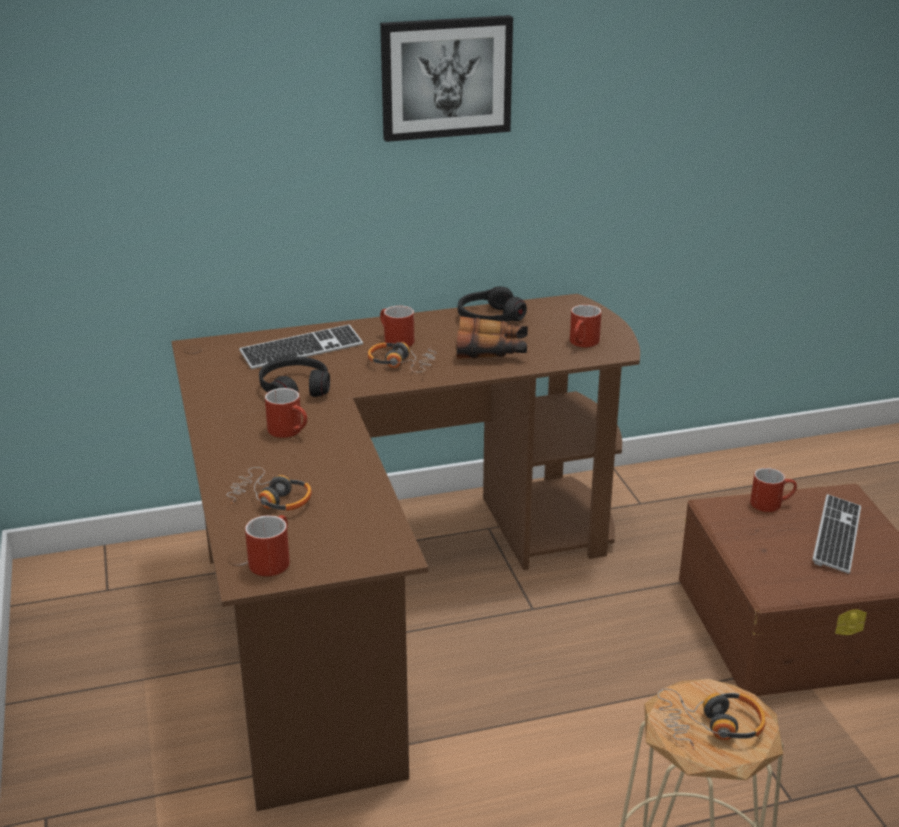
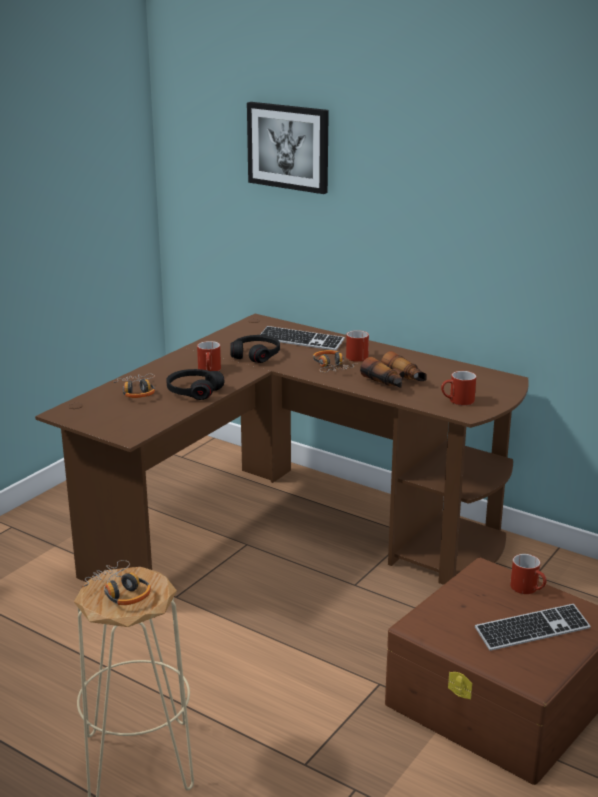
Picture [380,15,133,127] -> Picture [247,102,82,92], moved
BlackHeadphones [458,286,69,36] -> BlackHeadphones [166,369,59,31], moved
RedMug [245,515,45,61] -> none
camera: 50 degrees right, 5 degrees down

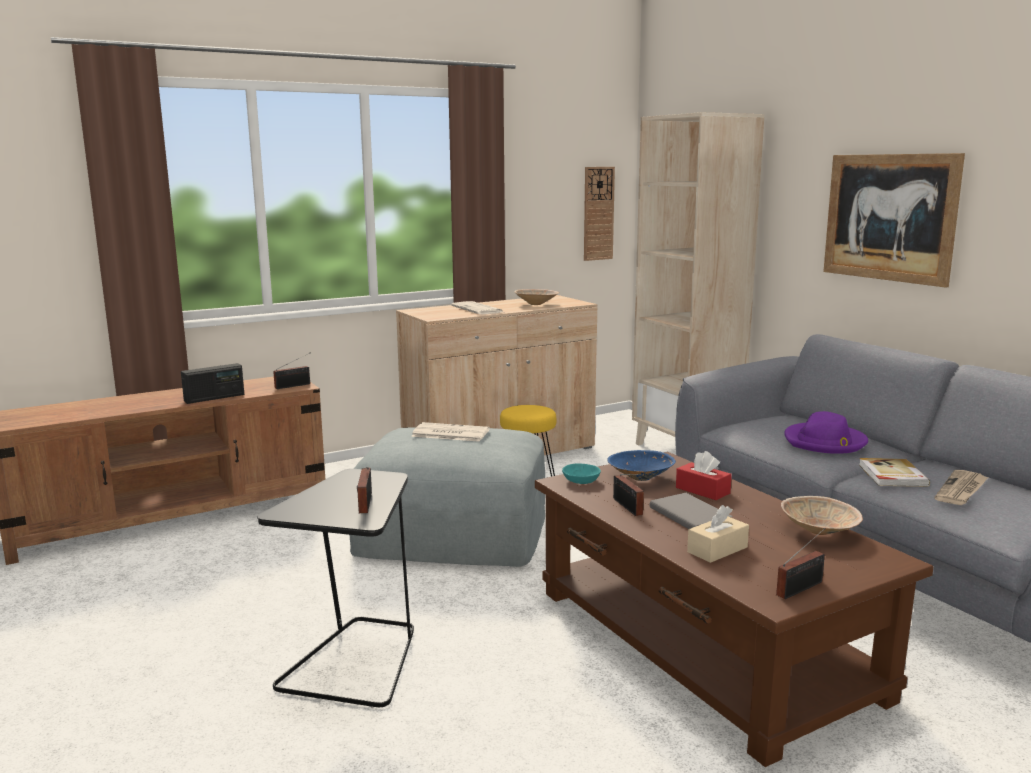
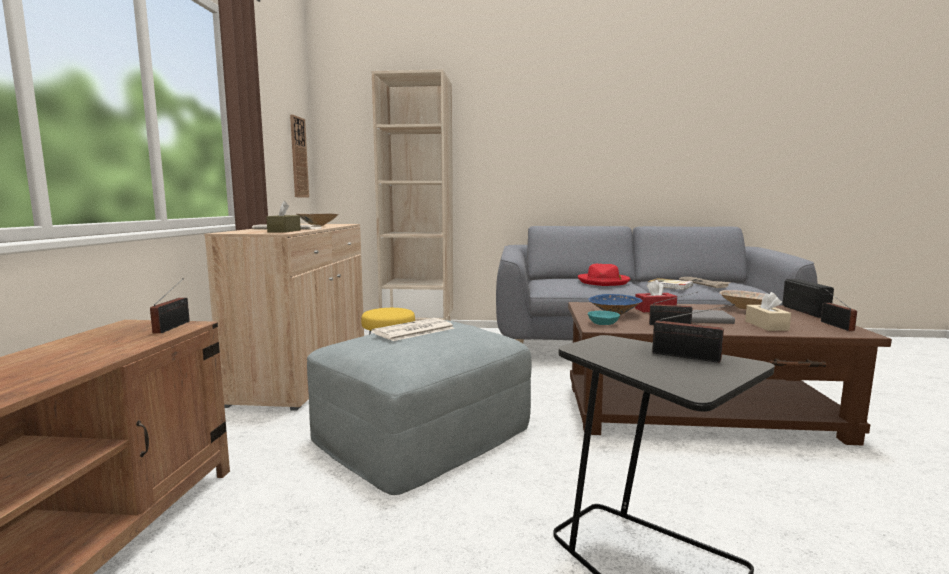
Picture [823,153,142,135] -> none
Radio [181,363,63,41] -> Radio [782,279,52,39], moved
PurpleHat [784,411,84,43] -> RedHat [578,264,52,22]
none -> BrownTissueBox [266,201,35,32]
camera: 55 degrees left, 5 degrees down

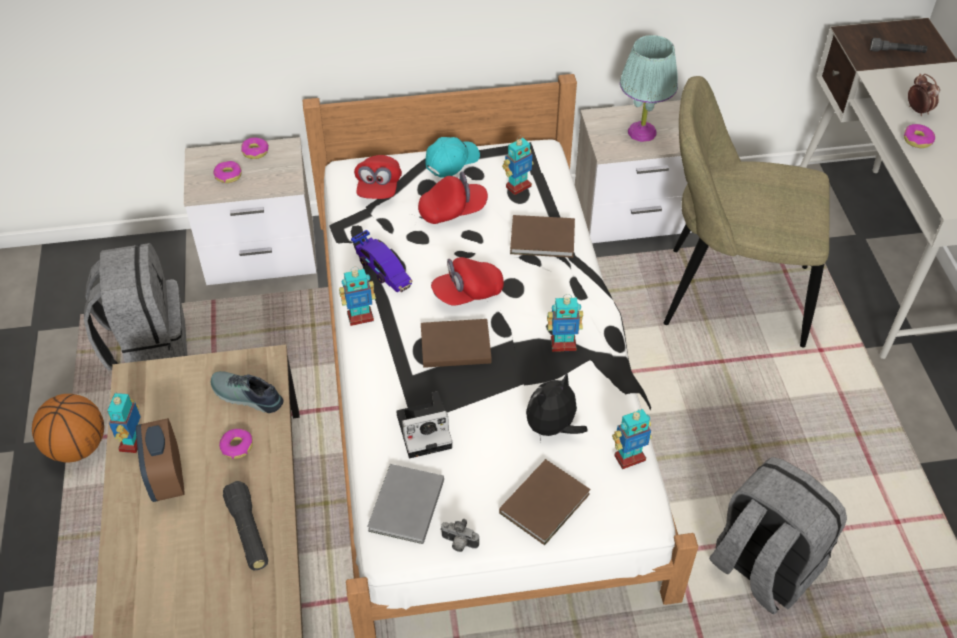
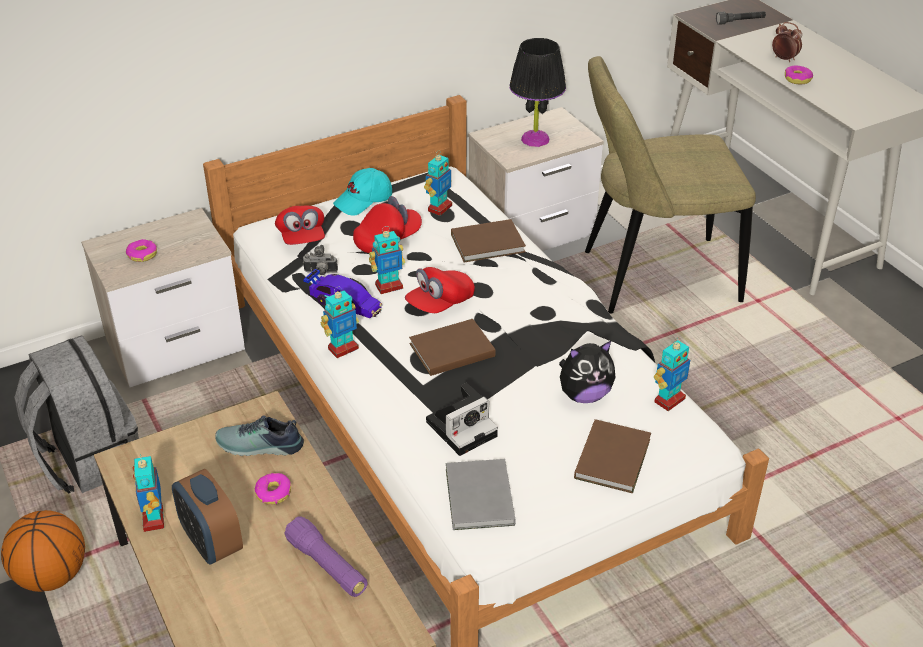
TurquoiseTableLamp [620,35,58,107] -> BlackTableLamp [509,38,57,109]
Donut [241,137,28,22] -> none
TurquoiseCap [425,137,55,41] -> TurquoiseCap [333,168,59,47], 150 degrees counterclockwise
ToyRobot [547,294,36,58] -> ToyRobot [369,226,36,68], moved
PlushToy [526,373,62,68] -> PlushToy [559,341,57,62], 135 degrees counterclockwise
GreyBackpack [709,457,138,158] -> none
BlackFlashlight [223,481,45,89] -> PurpleFlashlight [284,516,84,81]
PhotoCamera [440,519,39,33] -> PhotoCamera [303,245,35,30], moved
camera: 20 degrees left, 10 degrees down

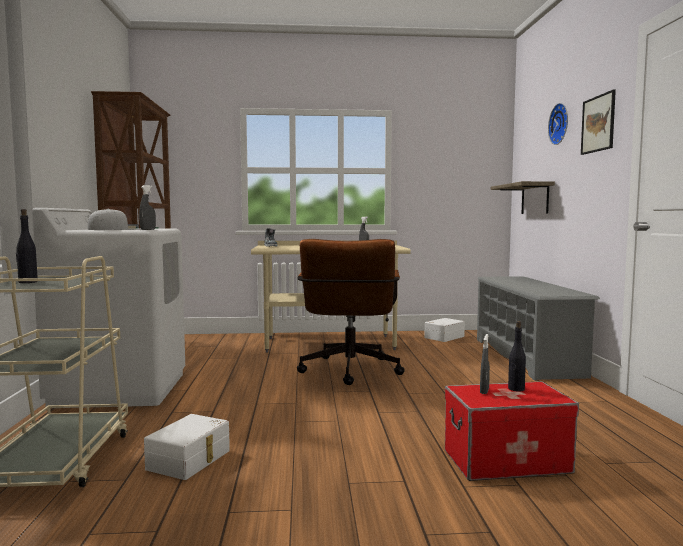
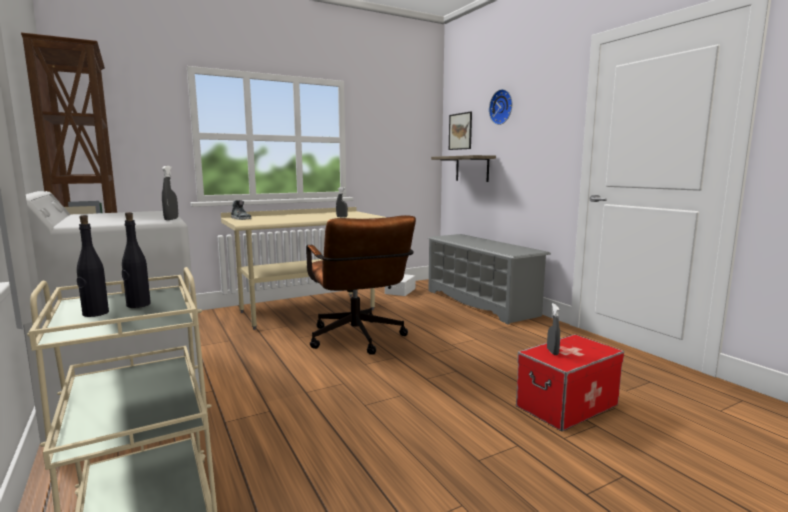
Picture [581,90,35,65] -> Picture [449,112,23,38], moved
WhiteCap [88,209,53,21] -> none
BlackBottle [508,321,18,70] -> BlackBottle [122,212,29,96], moved
WhiteStorageBox [144,414,86,66] -> none
camera: 25 degrees left, 5 degrees up

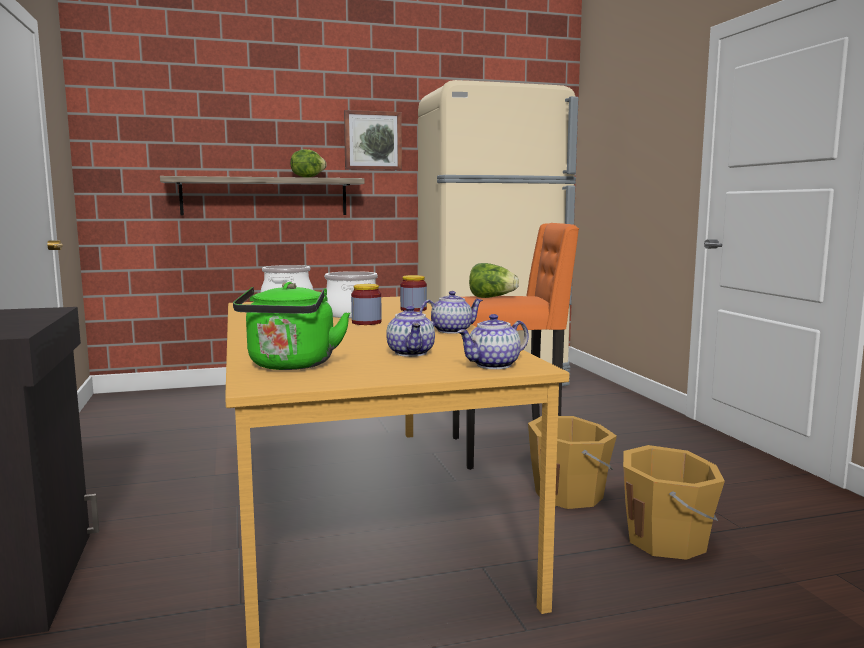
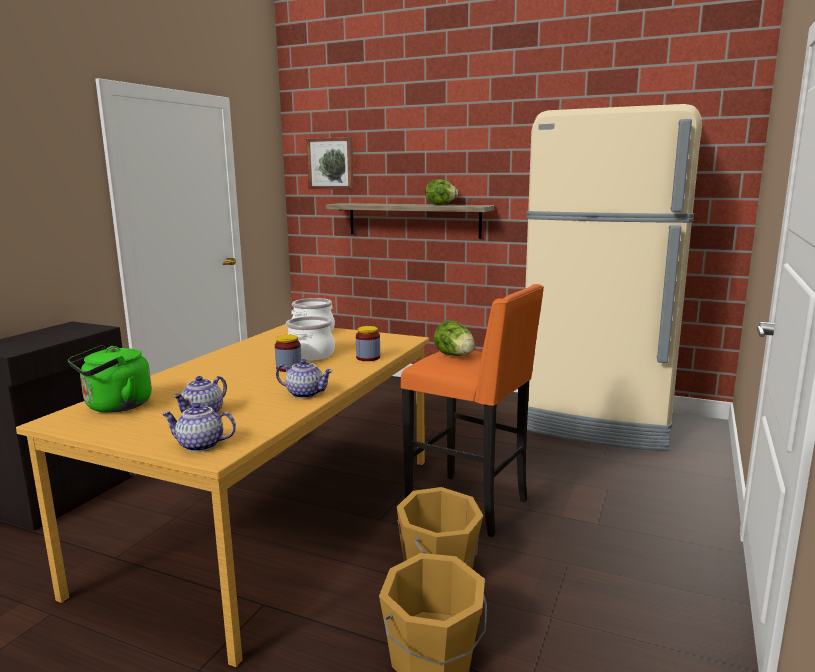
Picture [344,110,58,60] -> Picture [306,137,48,52], moved
camera: 40 degrees right, 5 degrees up

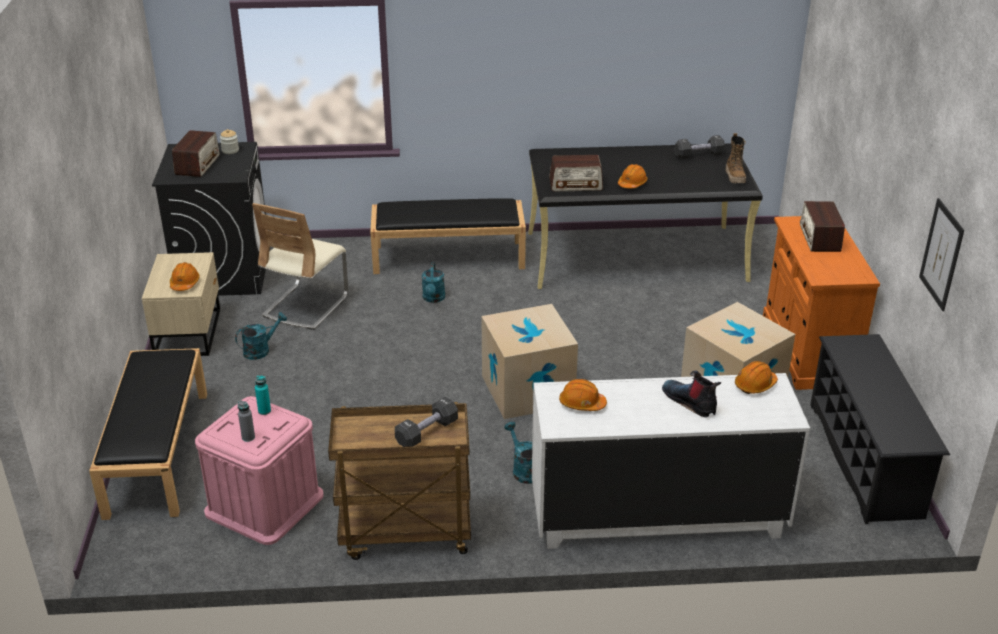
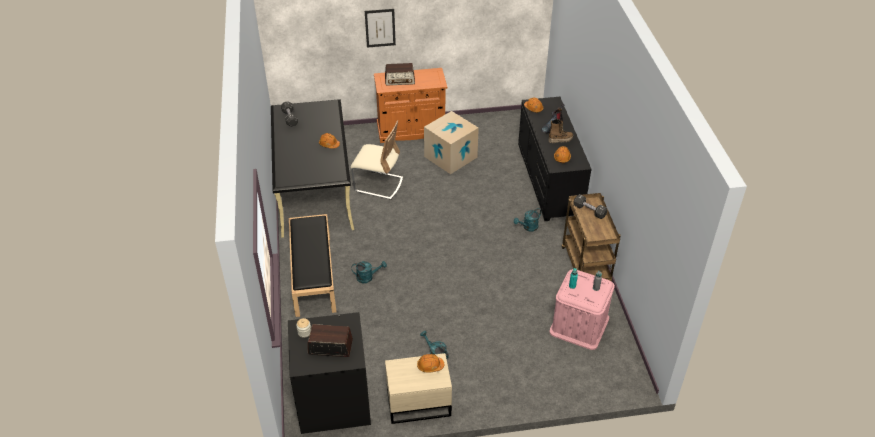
Boot [725,133,21,50] -> Boot [548,119,25,24], moved
Radio [549,155,54,36] -> none
Picture [919,198,45,113] -> Picture [365,9,31,39], moved
BeigeChair [252,203,96,127] -> BeigeChair [350,120,53,80], moved
CardboardBox [481,304,97,115] -> none
BlackShoeRack [810,334,140,190] -> none
BlackBench [89,348,118,172] -> none
WhiteDresser [532,373,278,176] -> BlackDresser [518,97,73,124]
camera: 95 degrees left, 10 degrees up

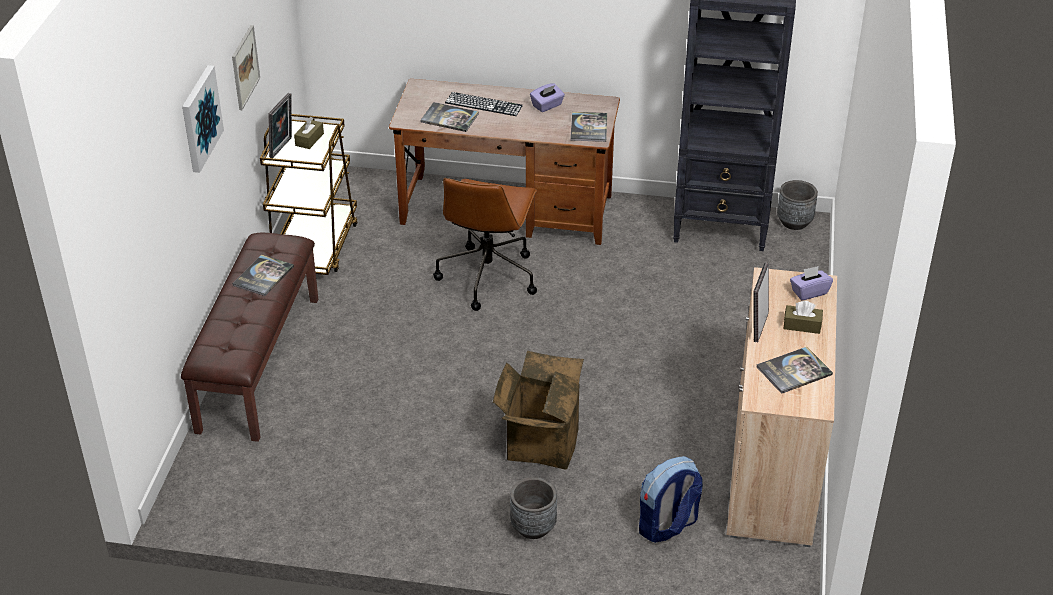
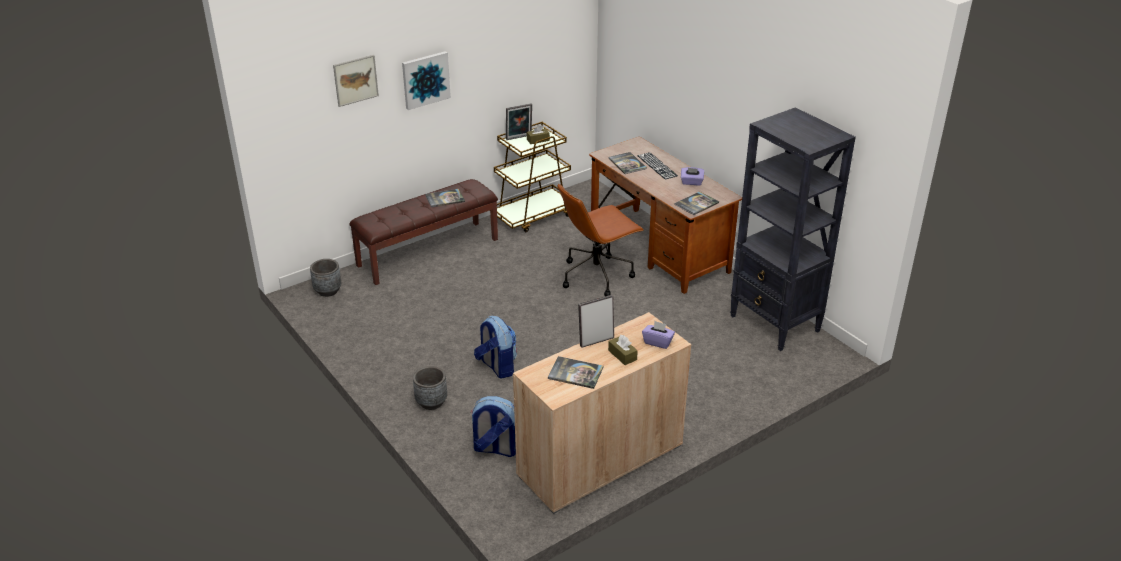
Picture [232,25,28,85] -> Picture [333,55,46,52], moved
GreyPlanter [777,180,41,50] -> GreyPlanter [310,259,31,38], moved
CardboardBox [493,351,91,119] -> Backpack [474,316,43,63]
camera: 45 degrees right, 5 degrees down

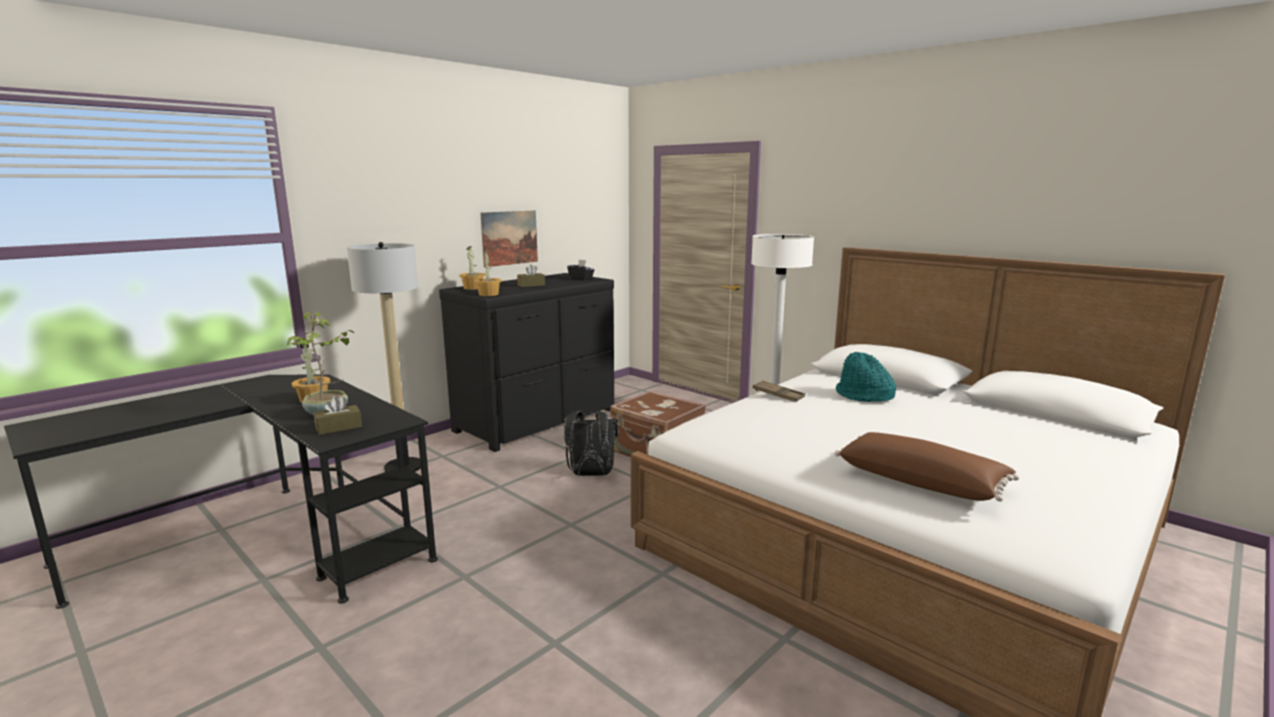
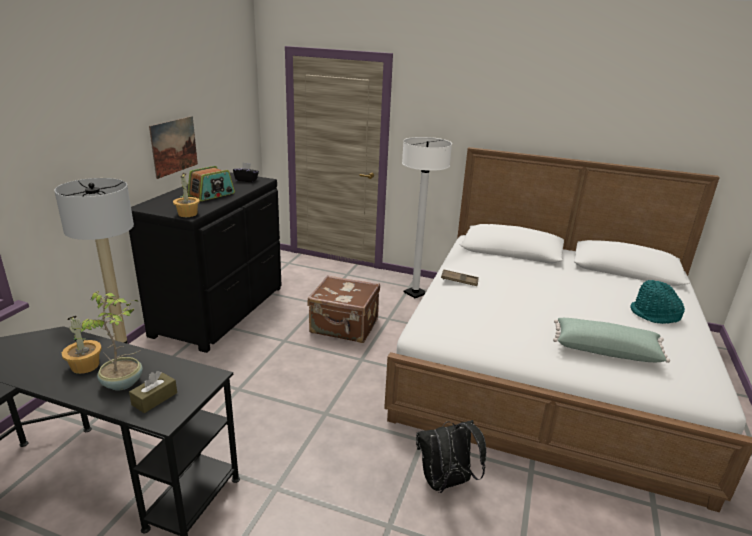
PottedPlant [459,246,26,44] -> none
BrownTissueBox [517,264,28,23] -> Radio [188,166,47,35]
TurquoiseHat [836,352,60,50] -> TurquoiseHat [630,280,55,44], moved
BlackBackpack [564,410,55,66] -> BlackBackpack [416,420,70,73], moved
BrownPillow [835,432,184,70] -> GreenPillow [553,318,117,45]
camera: 25 degrees left, 10 degrees up

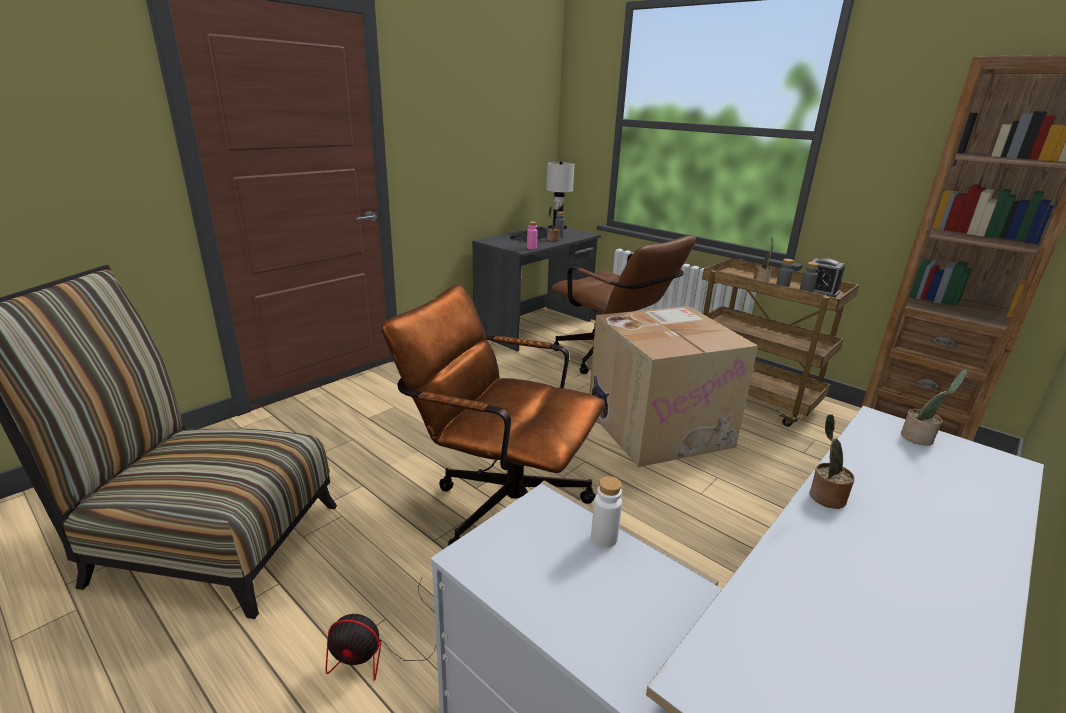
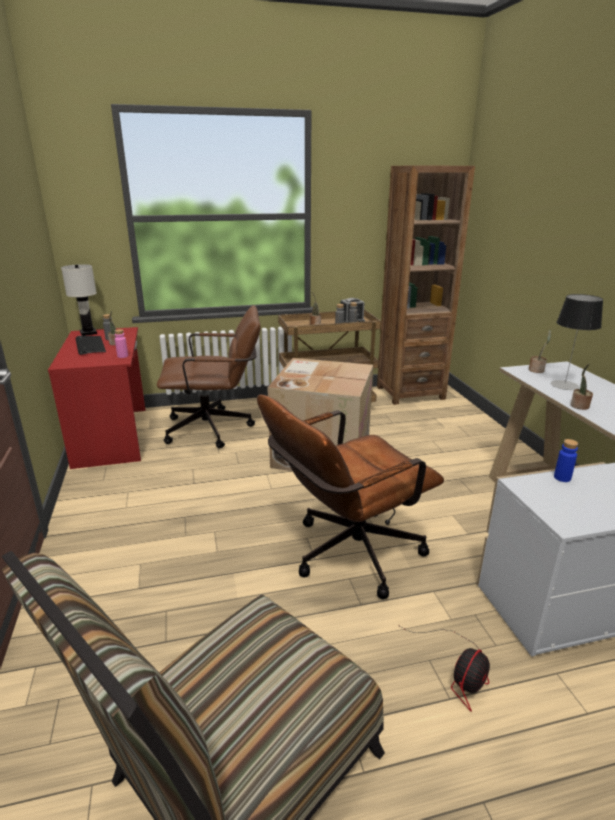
GreyDesk [472,225,129,126] -> RedDesk [48,327,97,142]
WhiteBottle [591,476,31,72] -> BlueBottle [554,439,24,43]
none -> TableLamp [551,294,52,96]
camera: 55 degrees left, 0 degrees up

